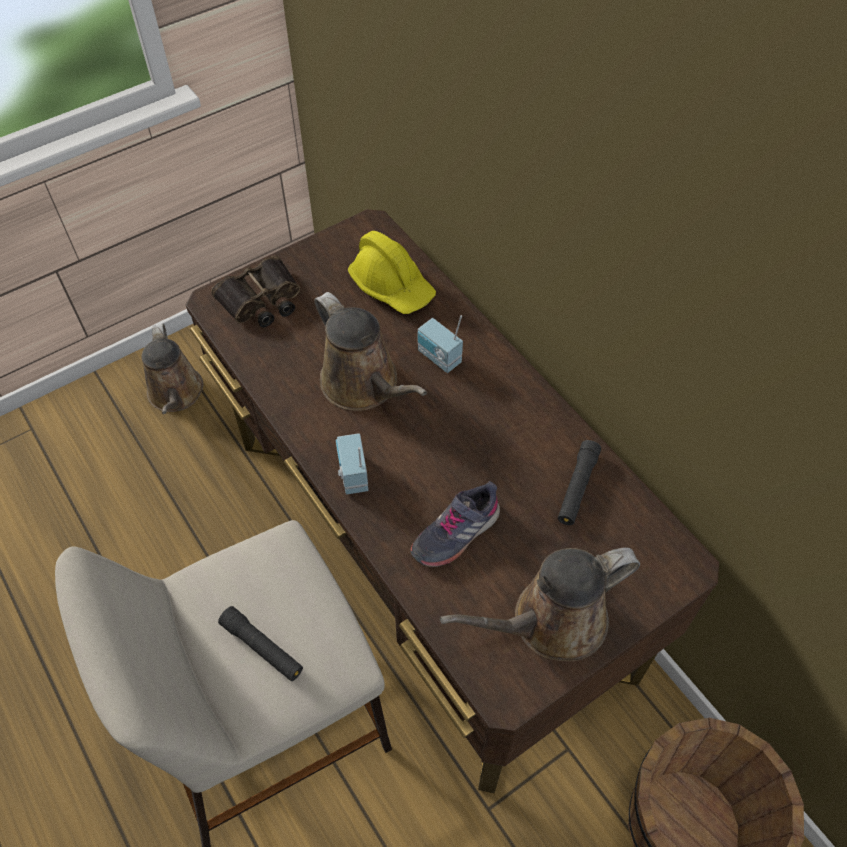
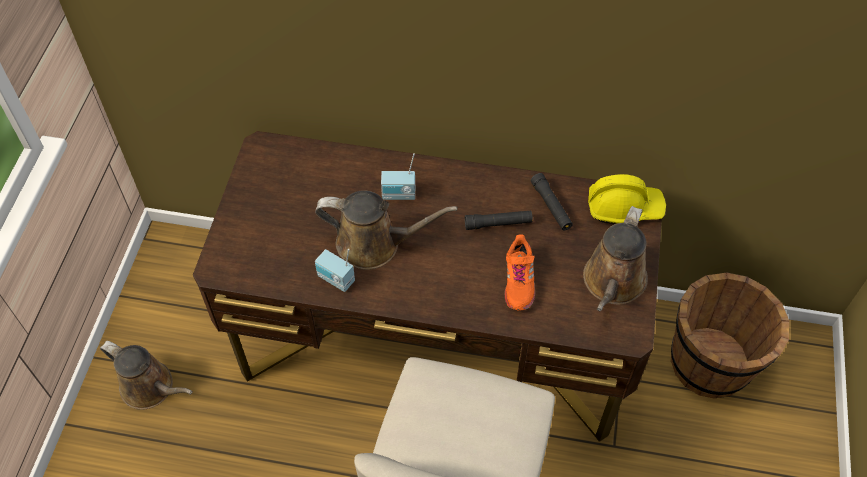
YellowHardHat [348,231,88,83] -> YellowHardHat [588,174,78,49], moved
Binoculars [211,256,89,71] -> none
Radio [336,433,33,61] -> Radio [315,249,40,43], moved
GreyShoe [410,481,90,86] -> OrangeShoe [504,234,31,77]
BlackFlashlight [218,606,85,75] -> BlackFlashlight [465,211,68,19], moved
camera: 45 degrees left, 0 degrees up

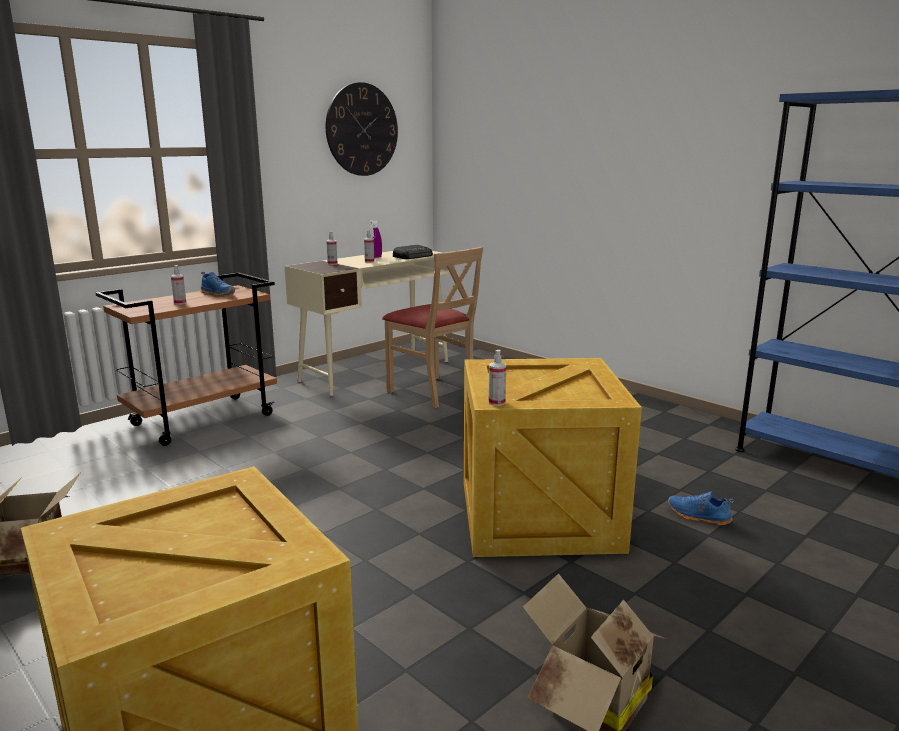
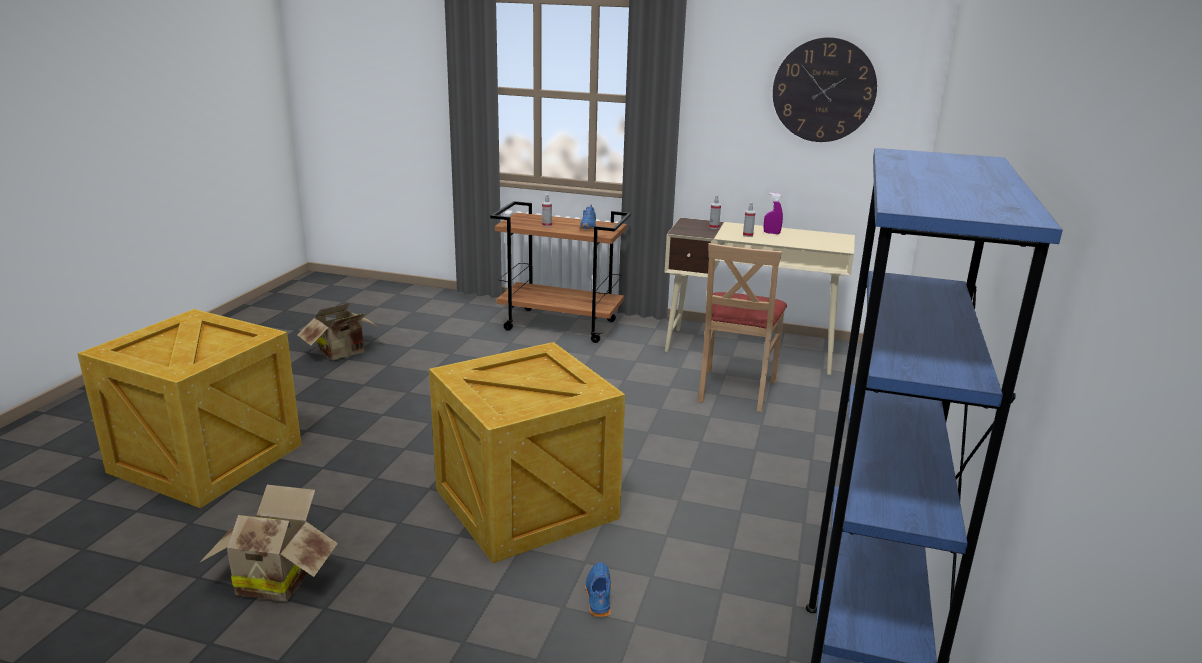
Radio [393,245,40,14] -> none
SprayBottle [488,350,18,56] -> none
camera: 60 degrees right, 5 degrees up

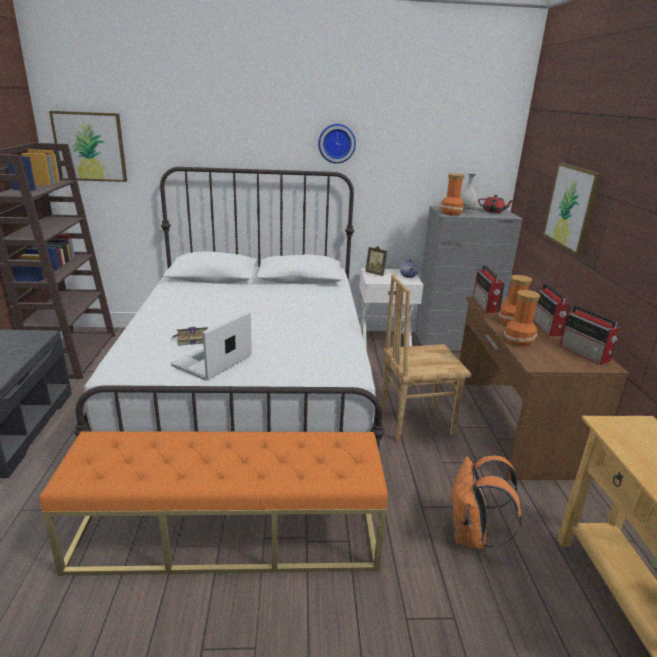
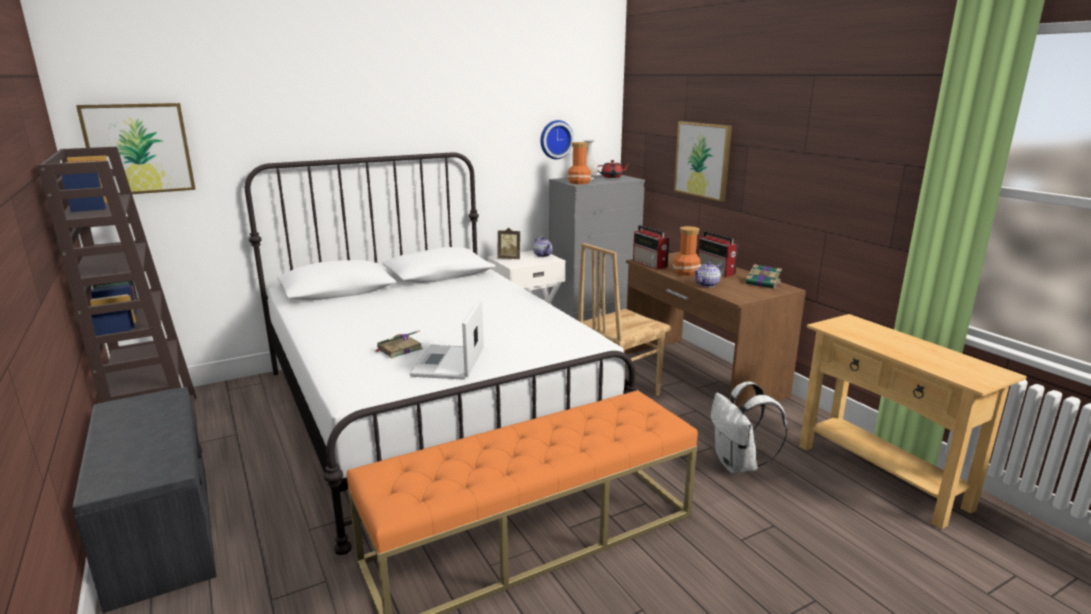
WallClock [318,124,38,40] -> WallClock [540,120,34,39], moved
Vase [504,290,36,56] -> Teapot [694,262,29,25]
Radio [560,305,60,60] -> Book [746,264,36,25]
OrangeBackpack [451,455,71,95] -> WhiteBackpack [711,381,76,93]
camera: 25 degrees left, 5 degrees down

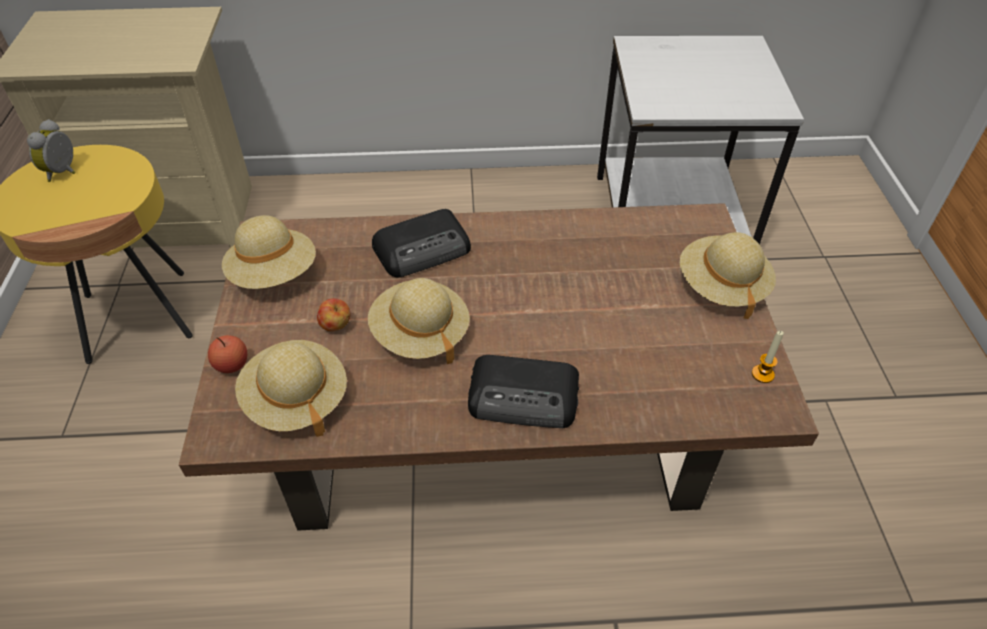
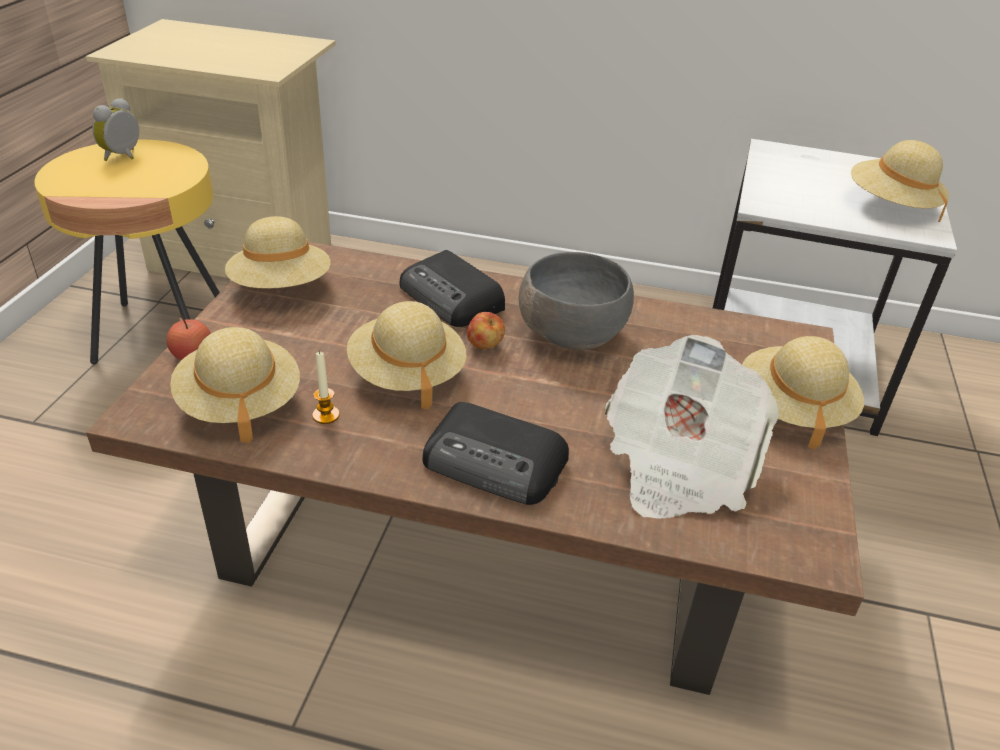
Radio [372,209,99,68] -> Radio [400,250,105,77], 60 degrees clockwise
Apple [317,298,33,33] -> Apple [467,312,38,37], moved
Candle [752,331,32,52] -> Candle [312,351,28,73], moved
none -> BeigeHat [851,140,98,82]
none -> GreyBowl [519,252,115,98]
none -> Newspaper [605,335,174,184]
camera: 15 degrees right, 10 degrees down

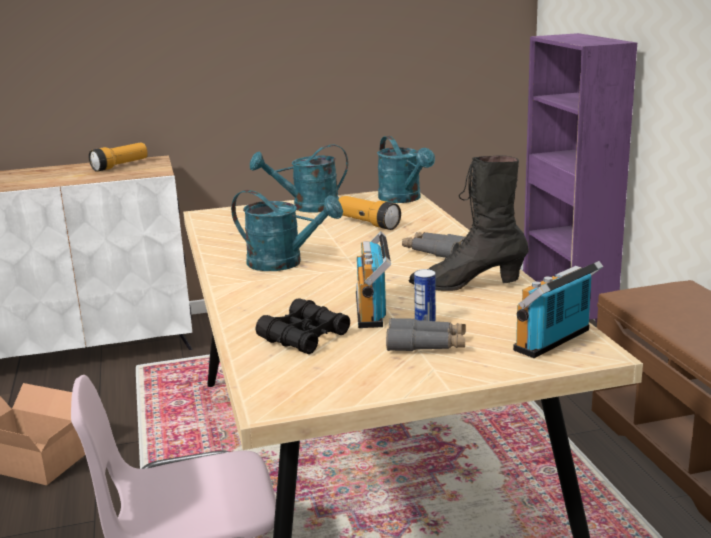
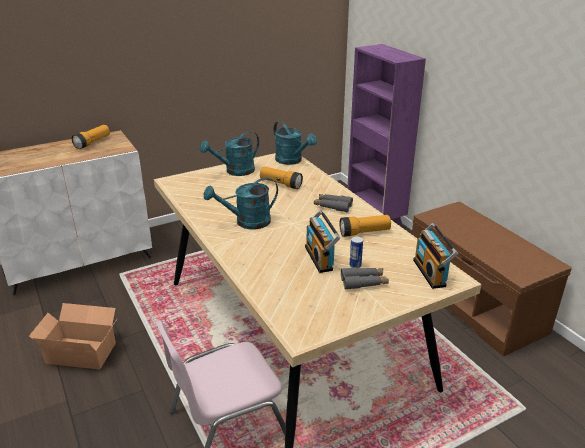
BlackBoot [409,155,120,136] -> Flashlight [339,215,52,22]
TurquoiseWateringCan [231,190,112,81] -> TurquoiseWateringCan [204,177,74,52], 150 degrees clockwise
Radio [513,261,90,97] -> Radio [413,223,45,66], 45 degrees counterclockwise
BlackBinoculars [256,298,94,56] -> none
camera: 15 degrees left, 10 degrees up

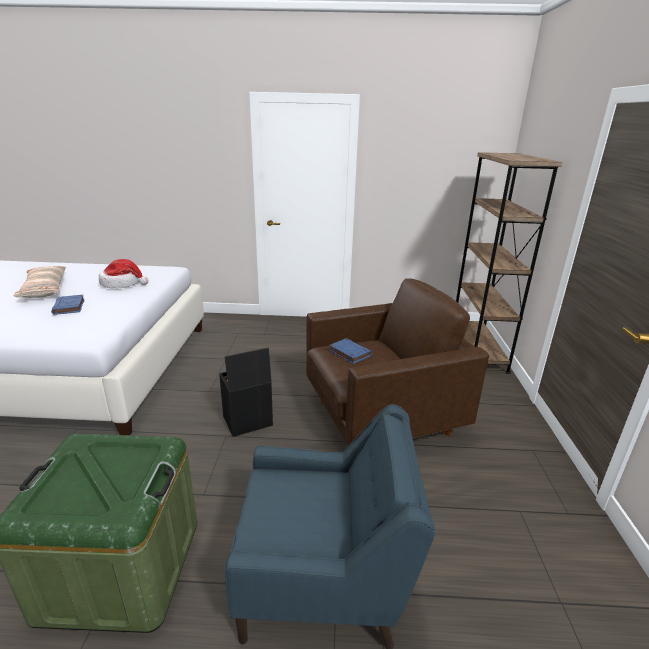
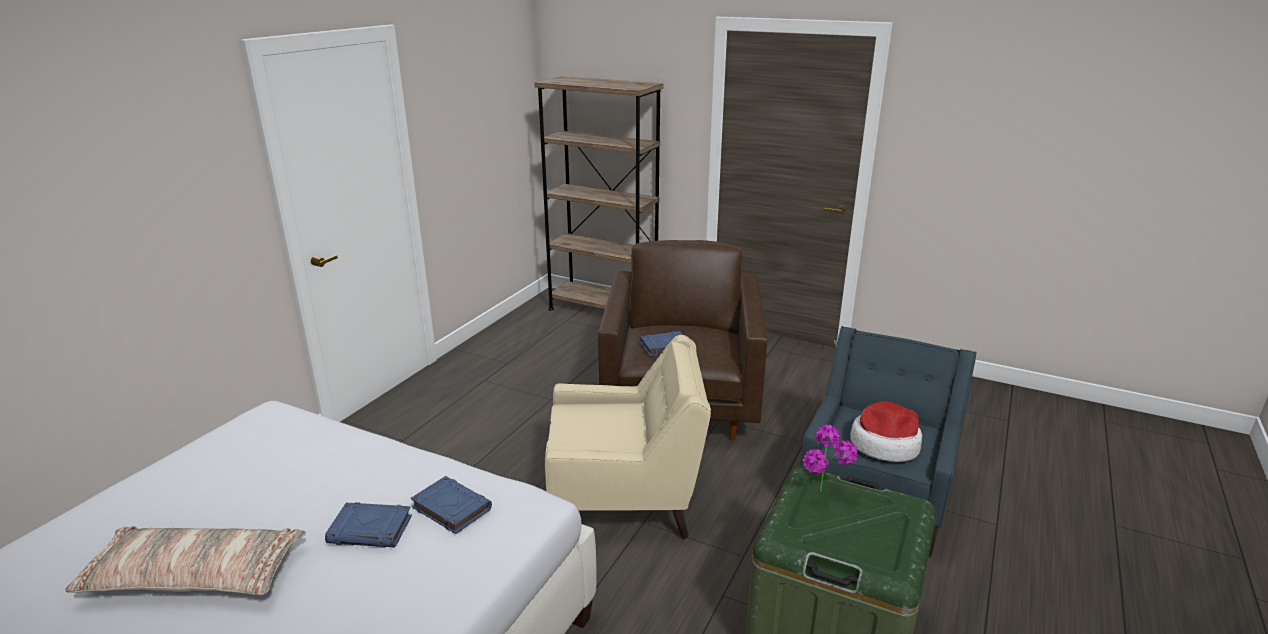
Hat [99,259,50,29] -> Hat [850,401,72,61], moved
BlackStorageBox [219,348,54,89] -> BeigeArmchair [545,335,166,204]
none -> PottedPlant [803,425,55,67]
none -> BlueBook [411,476,81,58]
camera: 65 degrees left, 0 degrees up

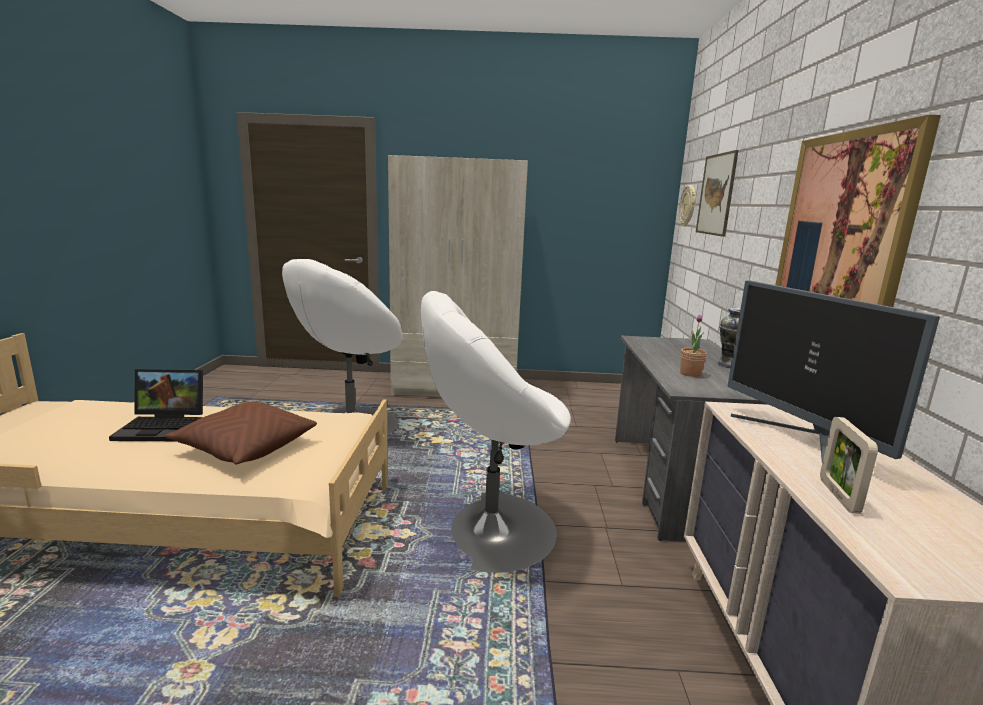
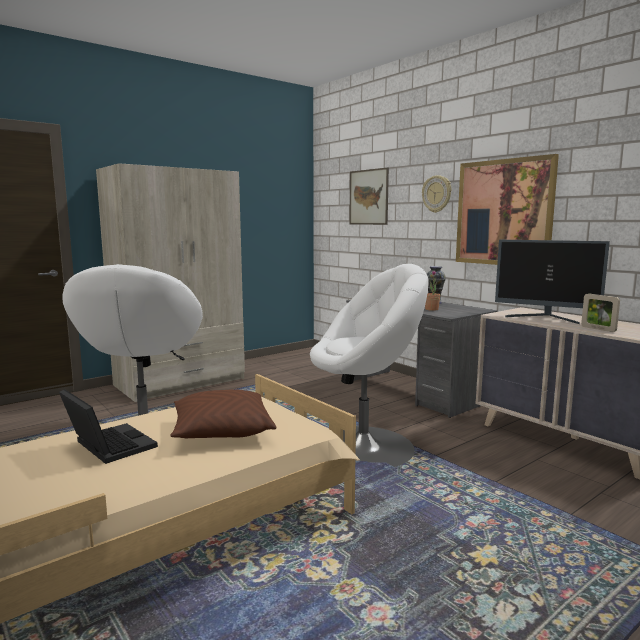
WallClock [679,185,17,41] -> WallClock [422,175,29,38], moved
WhiteArmchair [421,291,150,282] -> WhiteArmchair [310,264,119,203], 135 degrees counterclockwise
Laptop [109,369,94,72] -> Laptop [59,389,99,75], 90 degrees counterclockwise
camera: 40 degrees left, 5 degrees down

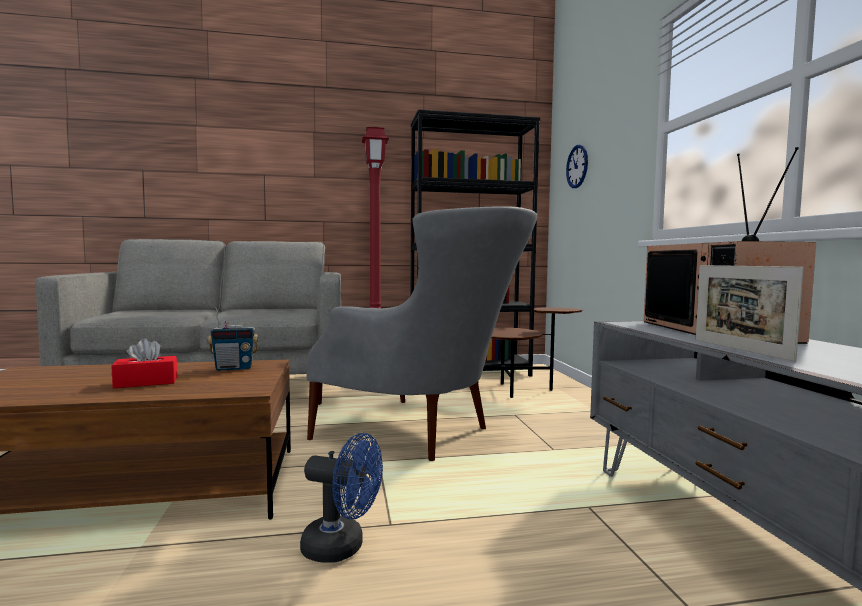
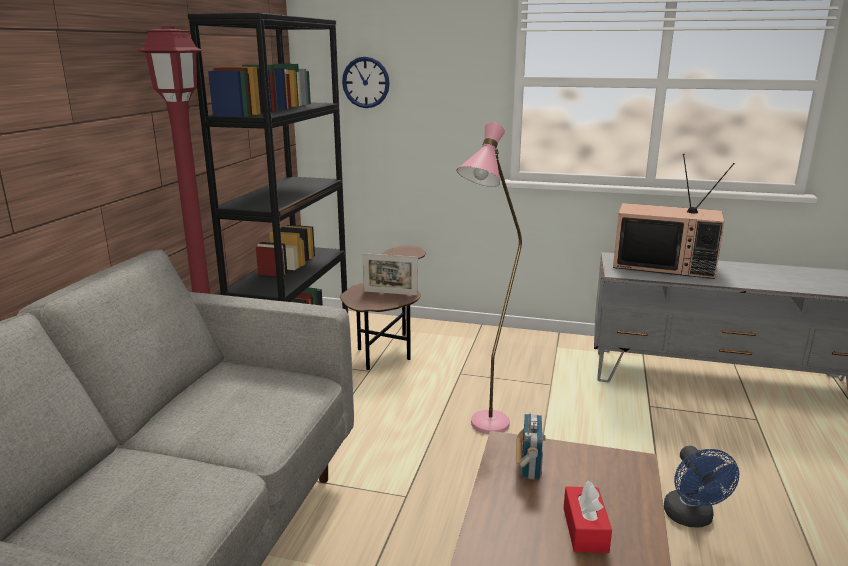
GreyArmchair [307,206,230,255] -> PinkFloorLamp [457,122,65,312]
PictureFrame [695,265,109,97] -> PictureFrame [362,253,56,42], moved
BlueFan [300,433,83,130] -> BlueFan [664,446,75,81], 135 degrees clockwise
camera: 65 degrees left, 15 degrees up

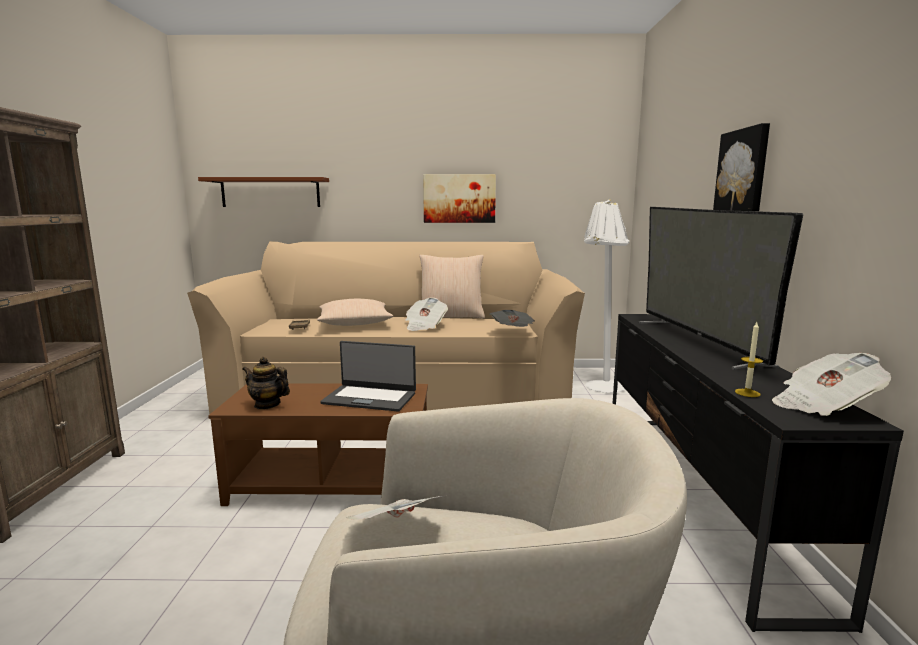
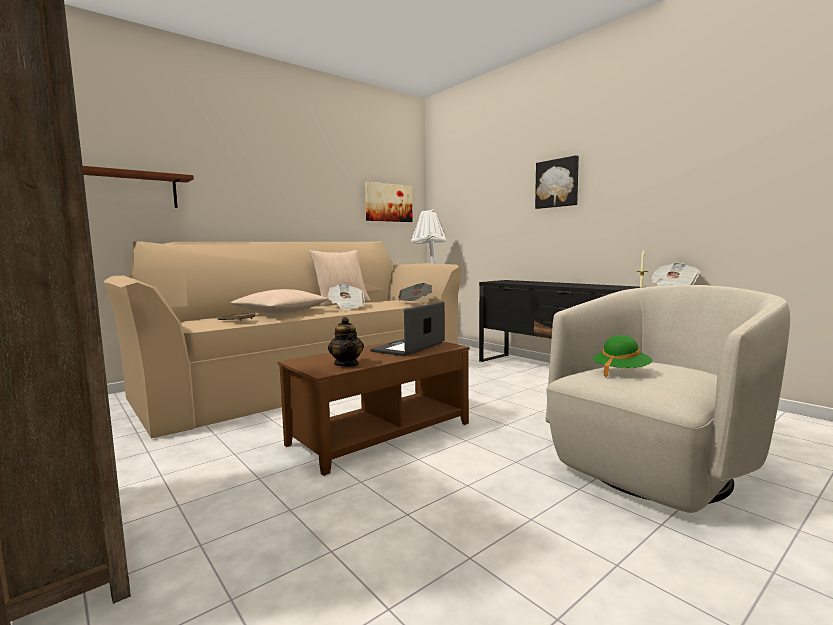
Picture [423,174,73,49] -> Picture [365,182,48,40], moved
Television [639,207,164,163] -> none
Laptop [320,341,96,71] -> Laptop [370,301,75,55], 150 degrees clockwise
Teapot [242,357,48,53] -> Teapot [328,317,36,50], 90 degrees counterclockwise
Newspaper [347,496,98,24] -> GreenHat [593,335,59,42]
camera: 40 degrees left, 5 degrees down

